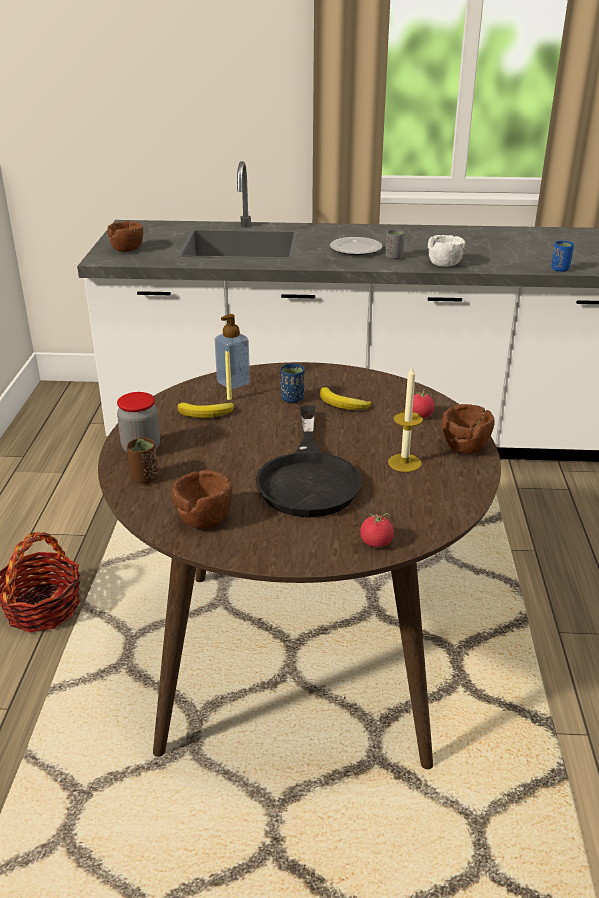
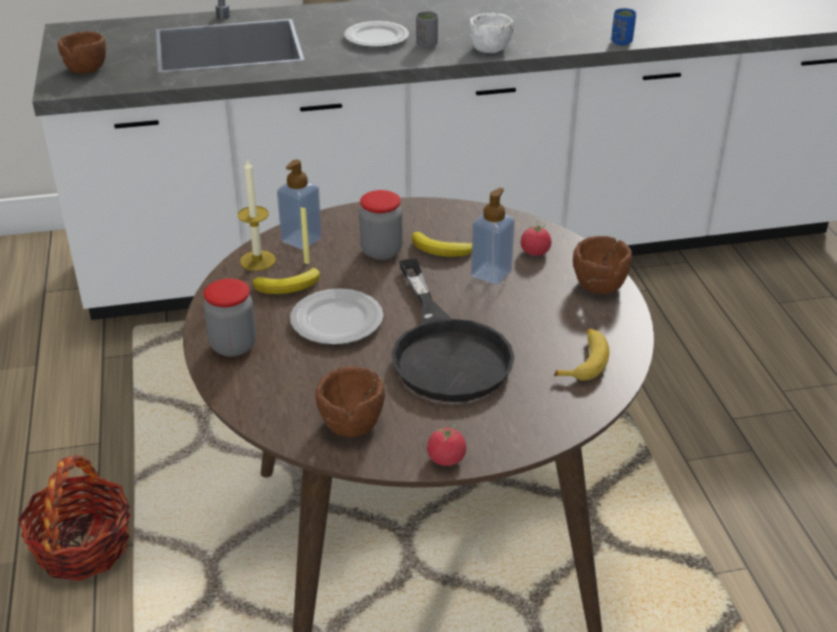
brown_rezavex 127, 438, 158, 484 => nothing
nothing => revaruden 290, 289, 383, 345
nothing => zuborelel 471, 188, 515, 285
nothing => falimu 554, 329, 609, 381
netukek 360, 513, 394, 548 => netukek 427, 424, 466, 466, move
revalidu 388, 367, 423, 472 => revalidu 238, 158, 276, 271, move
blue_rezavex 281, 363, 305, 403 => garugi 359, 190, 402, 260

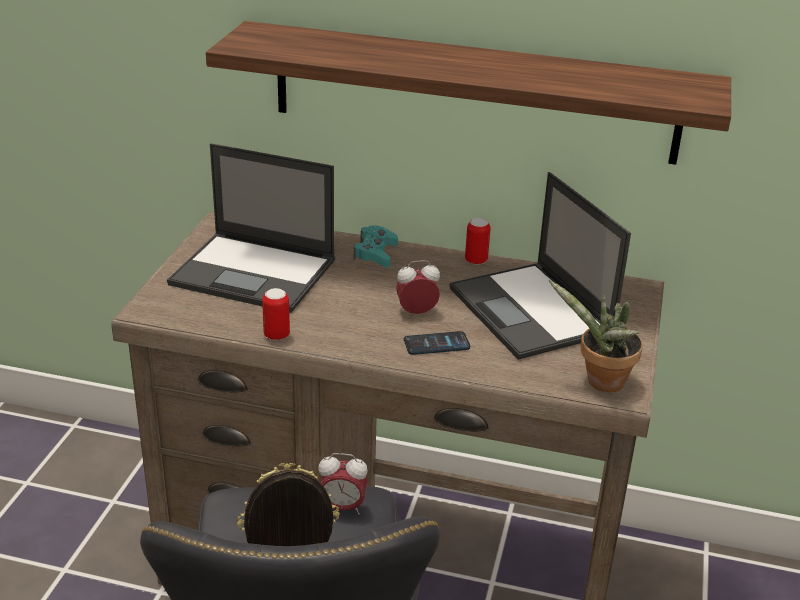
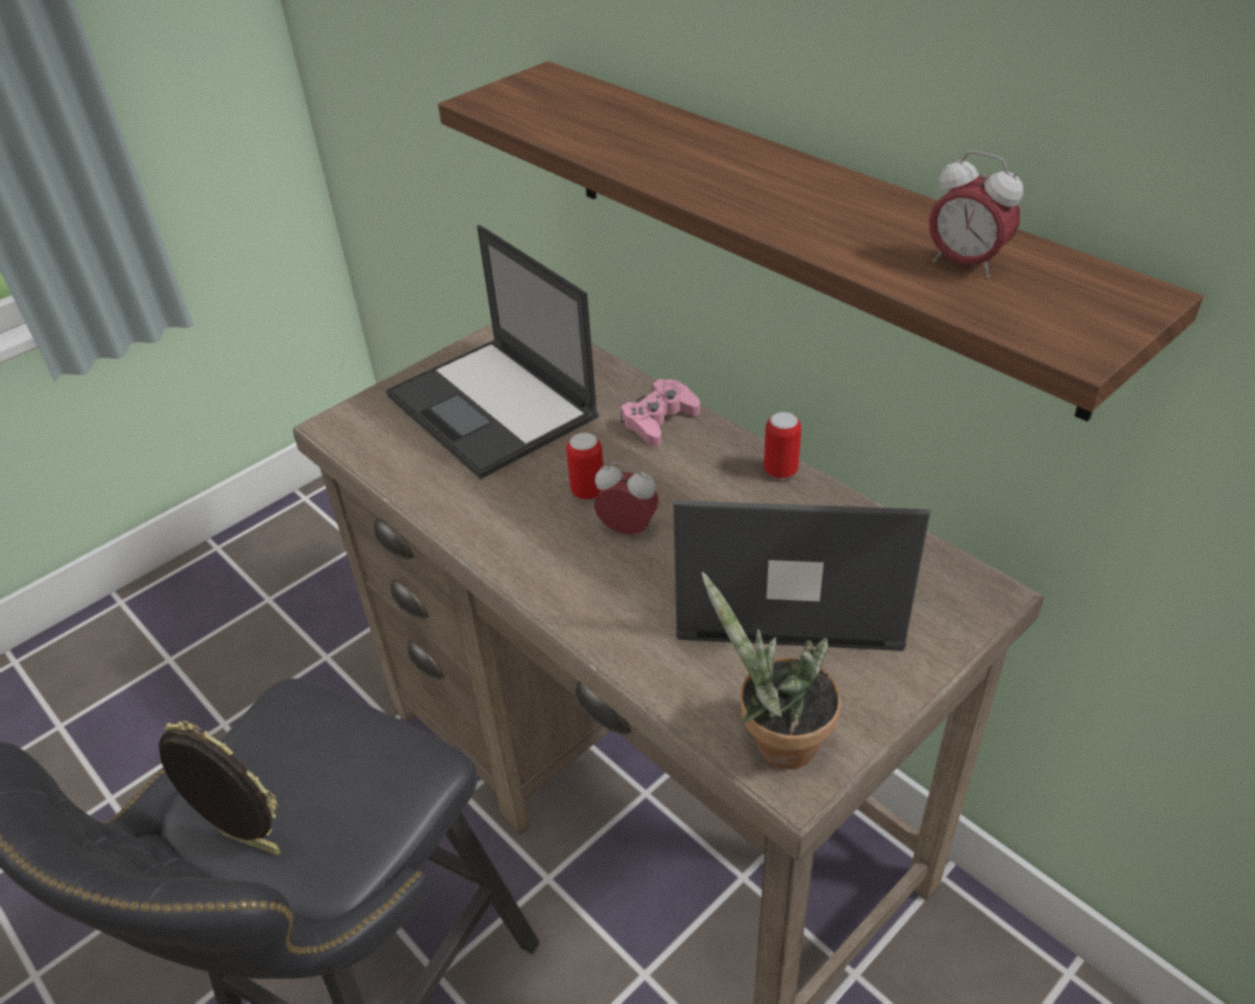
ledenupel 404, 331, 470, 355 => nothing
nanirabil 262, 288, 290, 341 => nanirabil 566, 433, 603, 500, move
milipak 318, 453, 368, 515 => milipak 929, 151, 1023, 278, move
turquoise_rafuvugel 354, 225, 398, 267 => pink_rafuvugel 621, 379, 700, 447
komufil 450, 172, 631, 359 => komufil 673, 500, 930, 651, 90 degrees clockwise

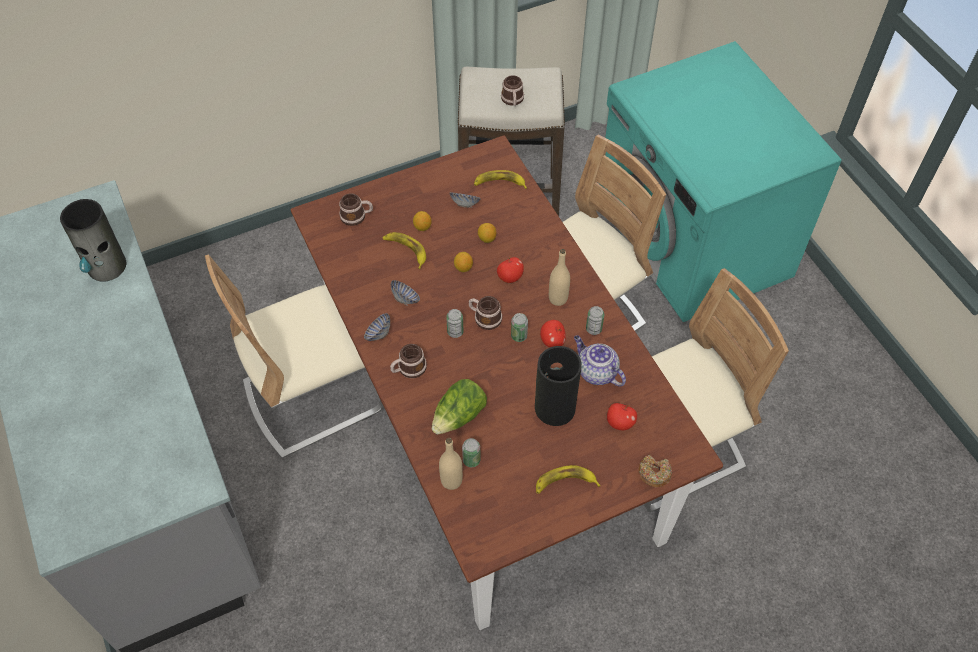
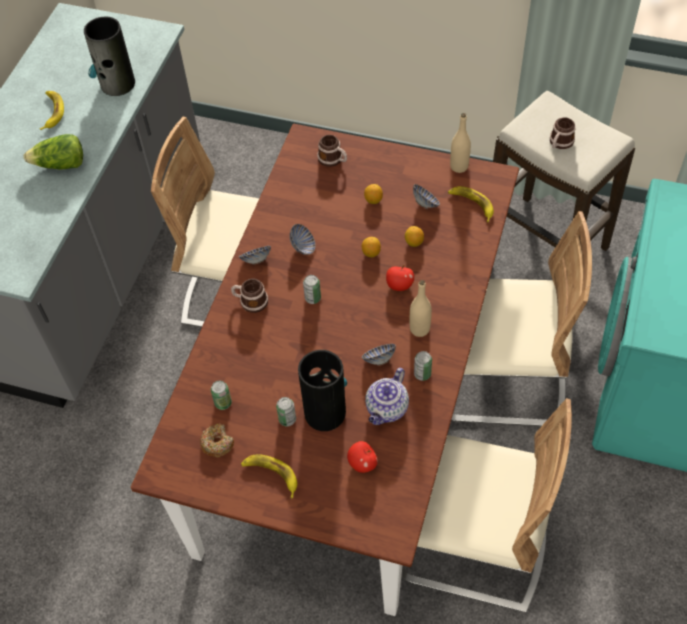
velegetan 469, 296, 502, 330 => nothing
falimu 383, 232, 426, 269 => falimu 40, 91, 64, 130, move
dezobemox 432, 379, 487, 434 => dezobemox 23, 134, 83, 170, move
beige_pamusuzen 439, 438, 463, 490 => beige_pamusuzen 450, 113, 471, 173, move
nanirabil 511, 313, 528, 342 => nanirabil 276, 397, 296, 426, move
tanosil 639, 455, 672, 488 => tanosil 200, 423, 234, 457, move
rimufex 540, 320, 566, 347 => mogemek 362, 344, 396, 365
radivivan 574, 335, 626, 387 => radivivan 365, 368, 409, 425, 150 degrees counterclockwise

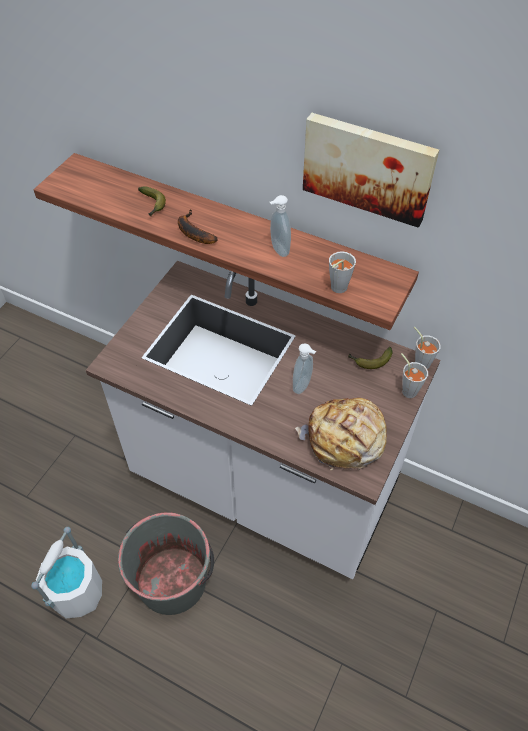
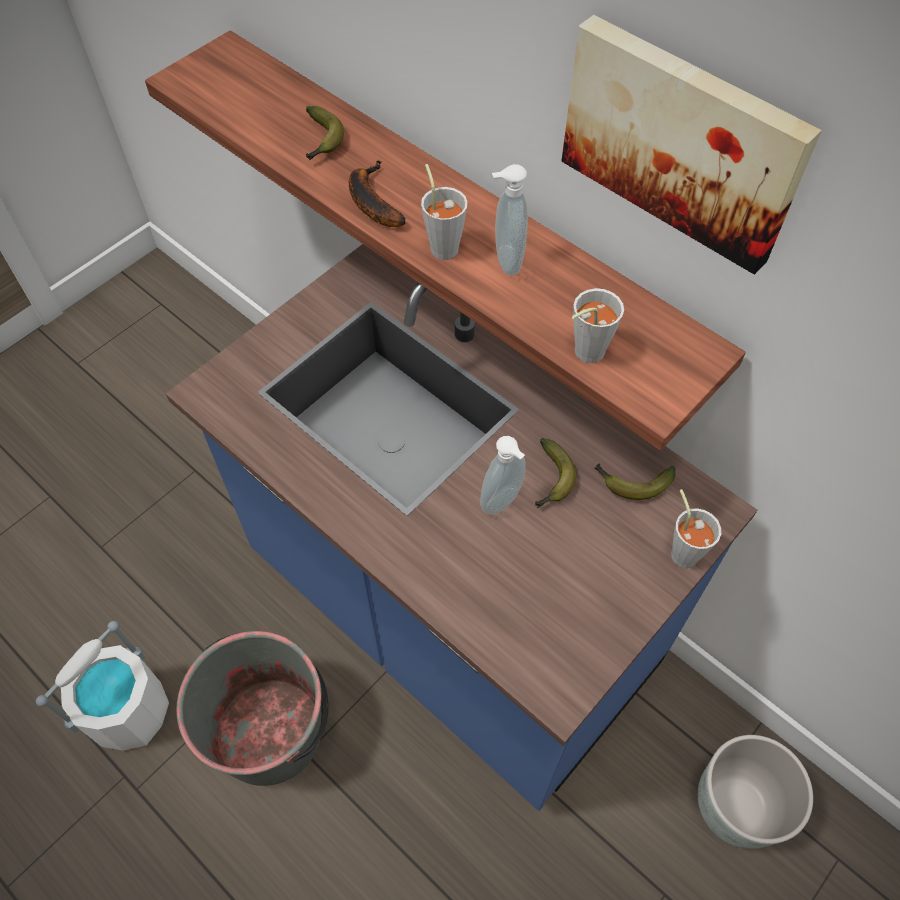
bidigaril 295, 398, 387, 471 => nothing
nothing => falimu 535, 438, 576, 508
nothing => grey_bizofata 698, 735, 813, 849
grey_rezavex 414, 327, 441, 370 => grey_rezavex 421, 164, 468, 260, move
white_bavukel 86, 261, 440, 579 => blue_bavukel 166, 244, 757, 811

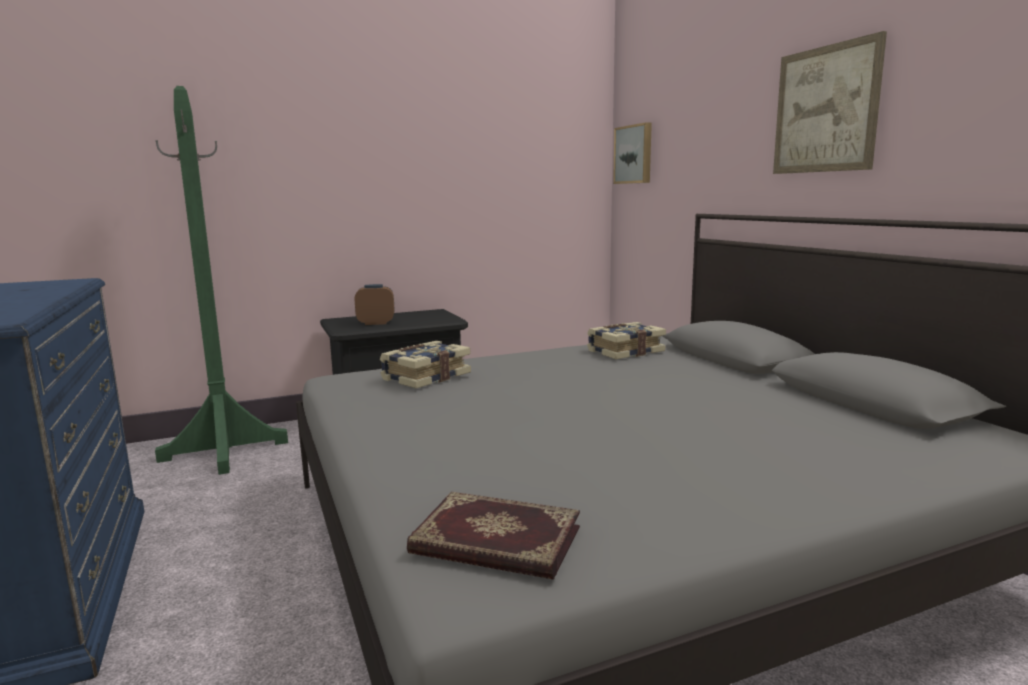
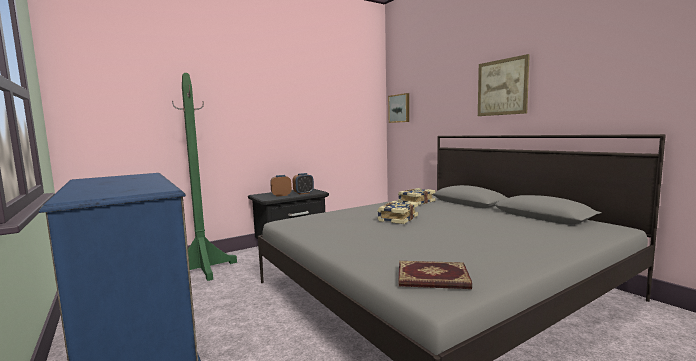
nothing => milipak 293, 173, 314, 195
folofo 380, 341, 471, 388 => folofo 377, 201, 418, 224, move

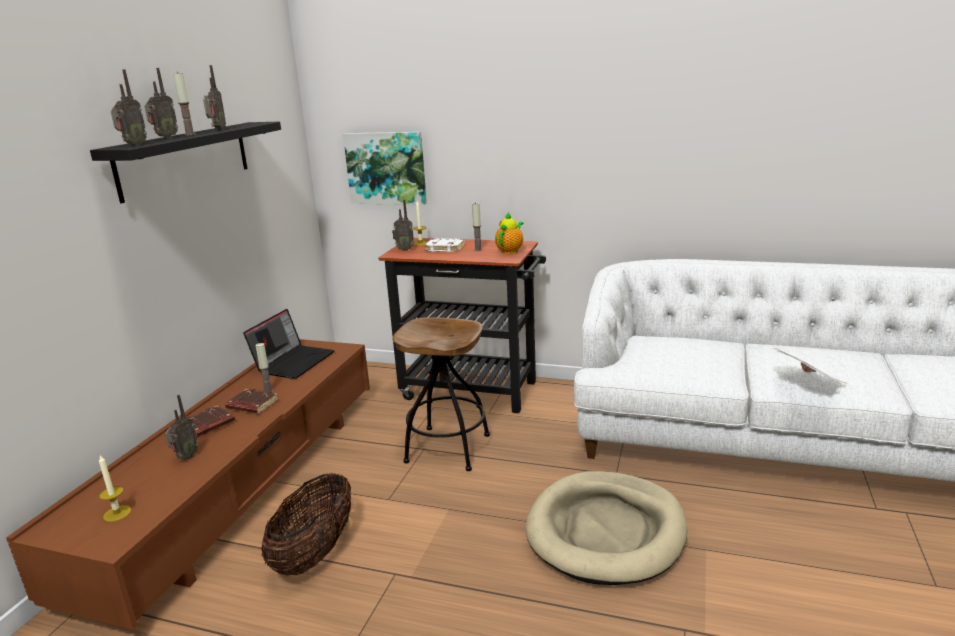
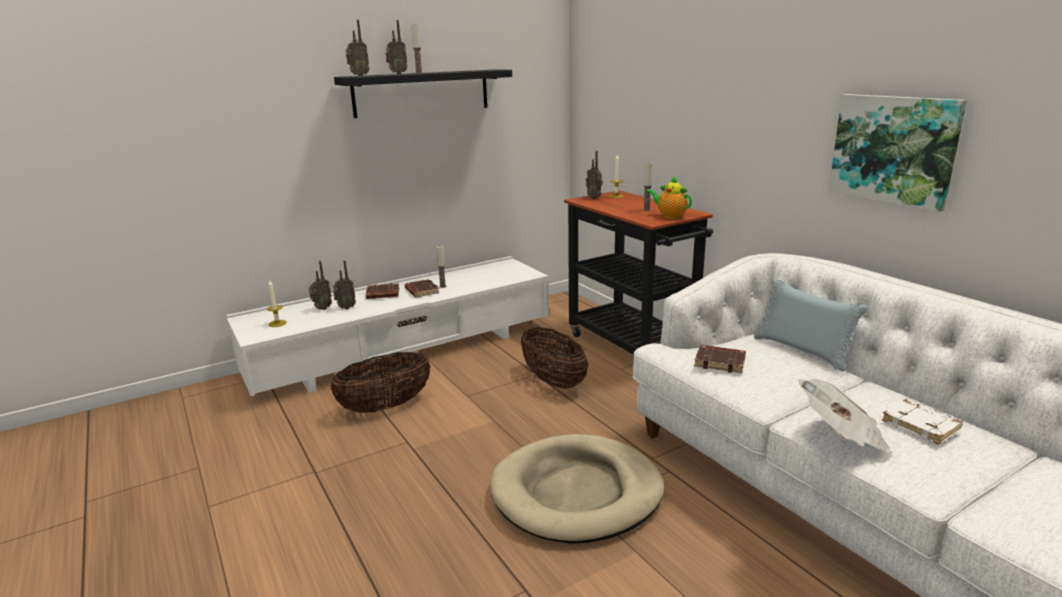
komufil 243, 309, 335, 379 => nothing
nothing => brown_folofo 694, 345, 746, 373
nothing => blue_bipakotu 754, 278, 867, 371
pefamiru 203, 65, 226, 130 => pefamiru 309, 261, 332, 310, move
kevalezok 343, 132, 427, 205 => kevalezok 829, 94, 967, 212, move
white_folofo 424, 238, 465, 252 => white_folofo 882, 399, 963, 445, move
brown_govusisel 392, 317, 490, 471 => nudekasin 521, 327, 588, 389
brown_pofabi 6, 339, 370, 630 => white_pofabi 226, 256, 549, 396
radivivan 495, 212, 523, 254 => radivivan 646, 176, 692, 219, 120 degrees counterclockwise

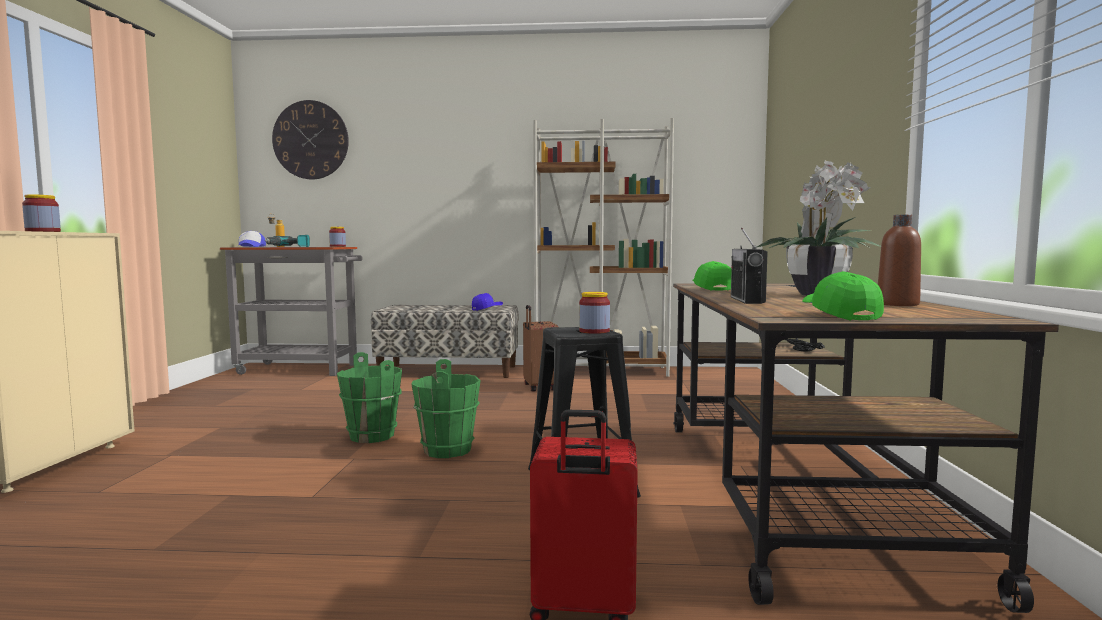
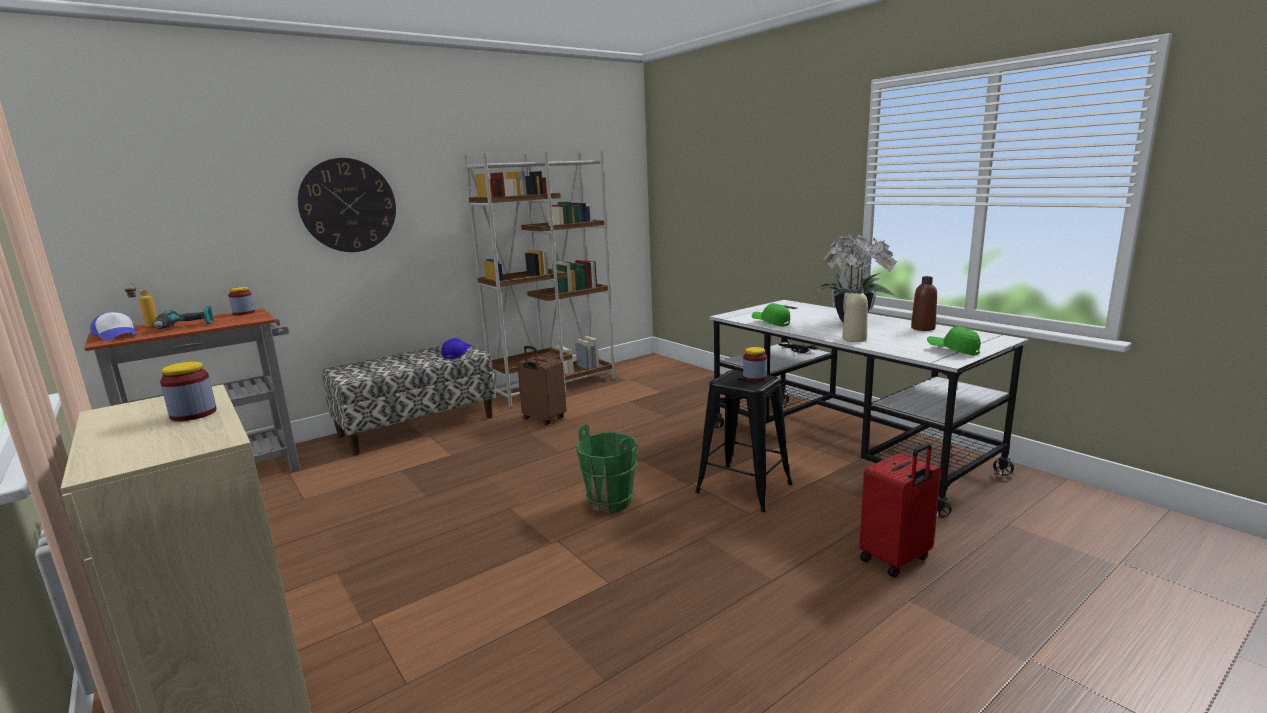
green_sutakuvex 337, 352, 402, 443 => nothing
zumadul 272, 100, 349, 179 => zumadul 298, 158, 396, 252, move
pefamiru 731, 228, 768, 304 => beige_pamusuzen 842, 285, 868, 342
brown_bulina 673, 283, 1059, 613 => white_bulina 709, 300, 1029, 518

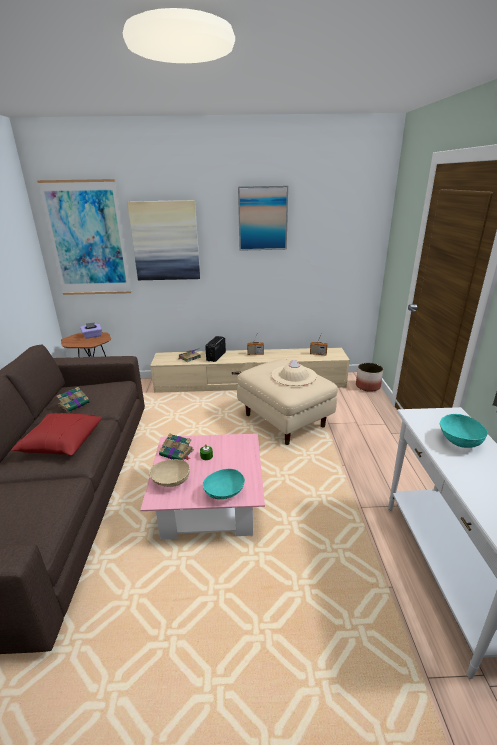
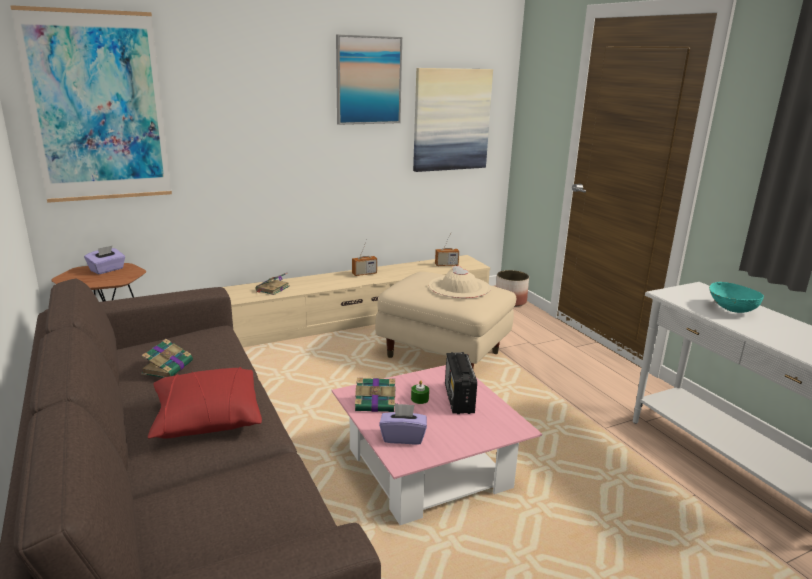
turquoise_mogemek 203, 469, 245, 499 => nothing
kevalezok 127, 200, 200, 280 => kevalezok 413, 68, 493, 172, move
pefamiru 205, 336, 226, 362 => pefamiru 445, 352, 477, 414, move
beige_mogemek 149, 459, 190, 487 => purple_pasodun 379, 403, 427, 445

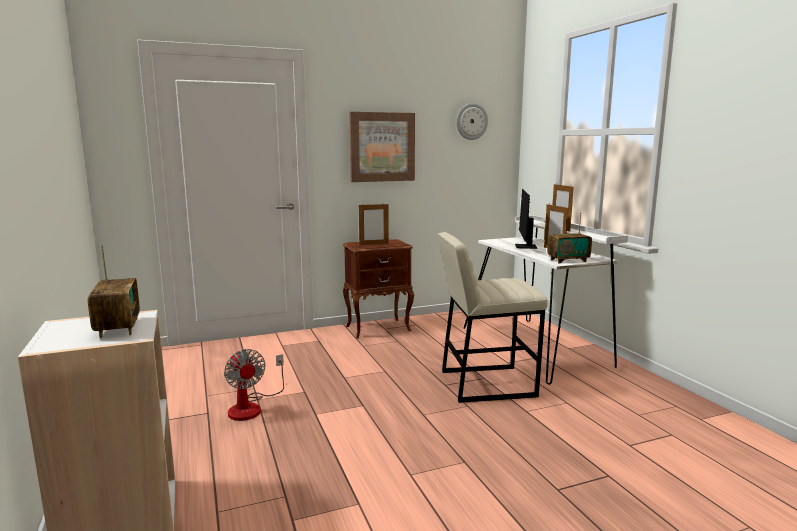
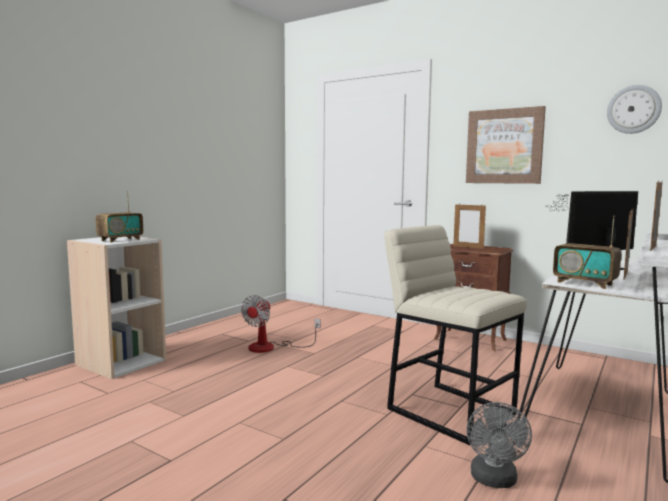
nothing => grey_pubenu 466, 402, 532, 488

